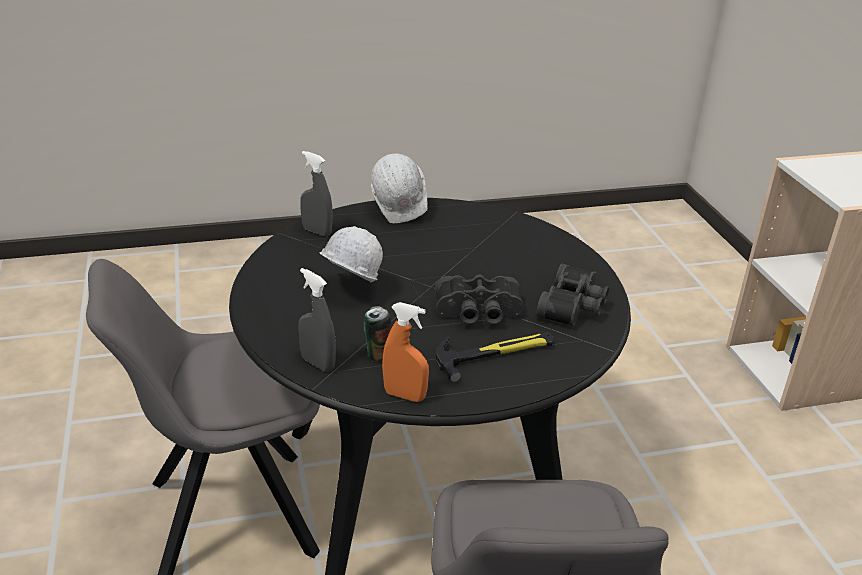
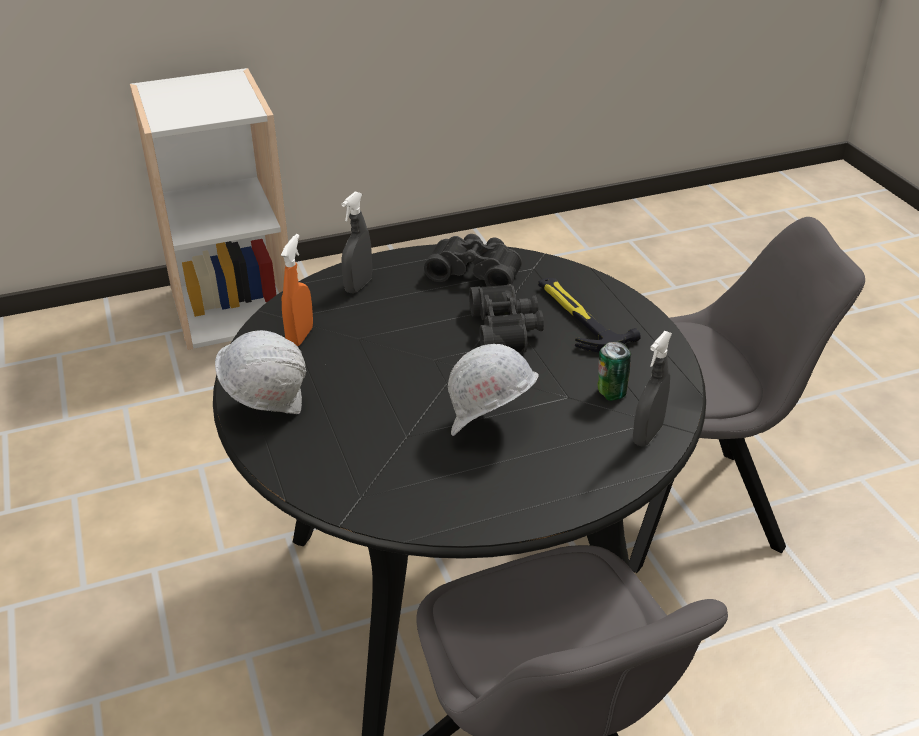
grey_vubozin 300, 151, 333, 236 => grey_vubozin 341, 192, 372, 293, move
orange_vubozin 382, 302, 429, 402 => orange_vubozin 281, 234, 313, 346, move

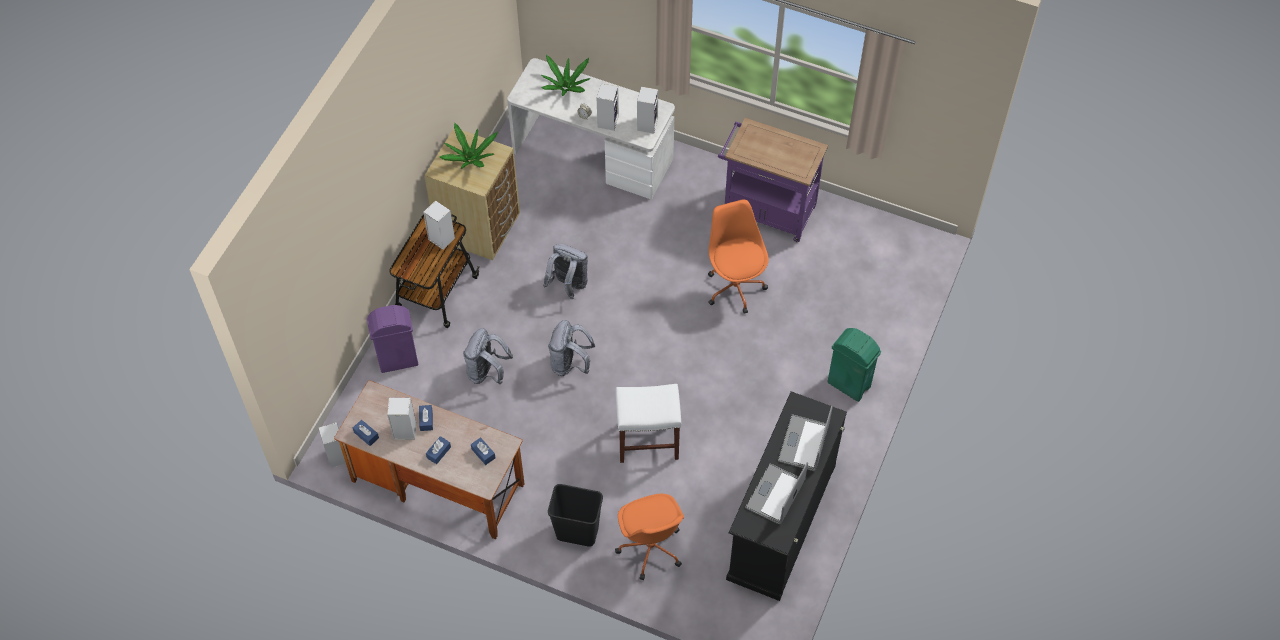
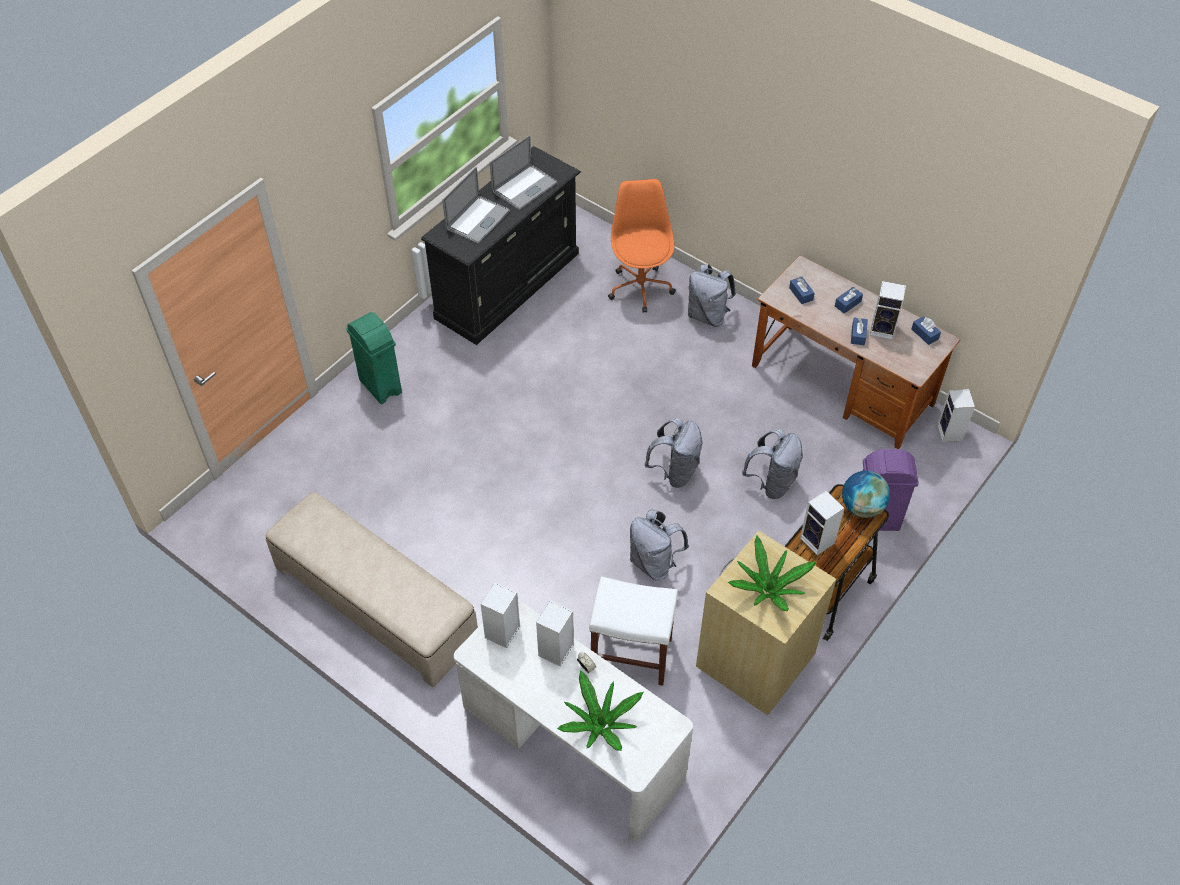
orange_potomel 708, 199, 769, 314 => nothing
nothing => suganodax 842, 471, 890, 518
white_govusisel 616, 384, 681, 463 => white_govusisel 589, 576, 678, 686, move
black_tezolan 548, 484, 603, 547 => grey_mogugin 688, 264, 736, 327
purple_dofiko 718, 118, 828, 243 => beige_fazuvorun 266, 492, 478, 687

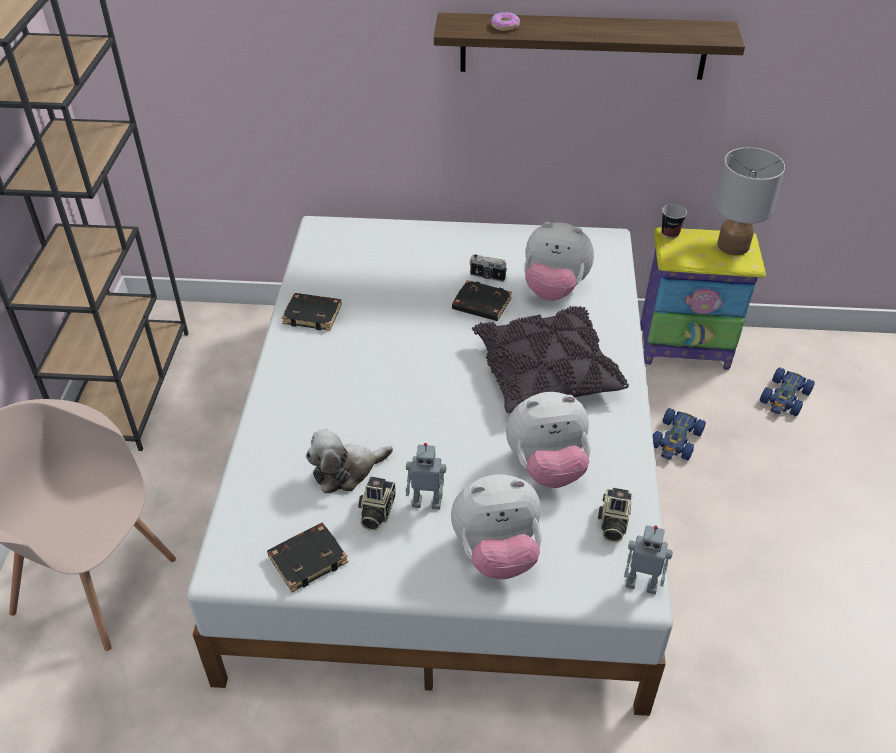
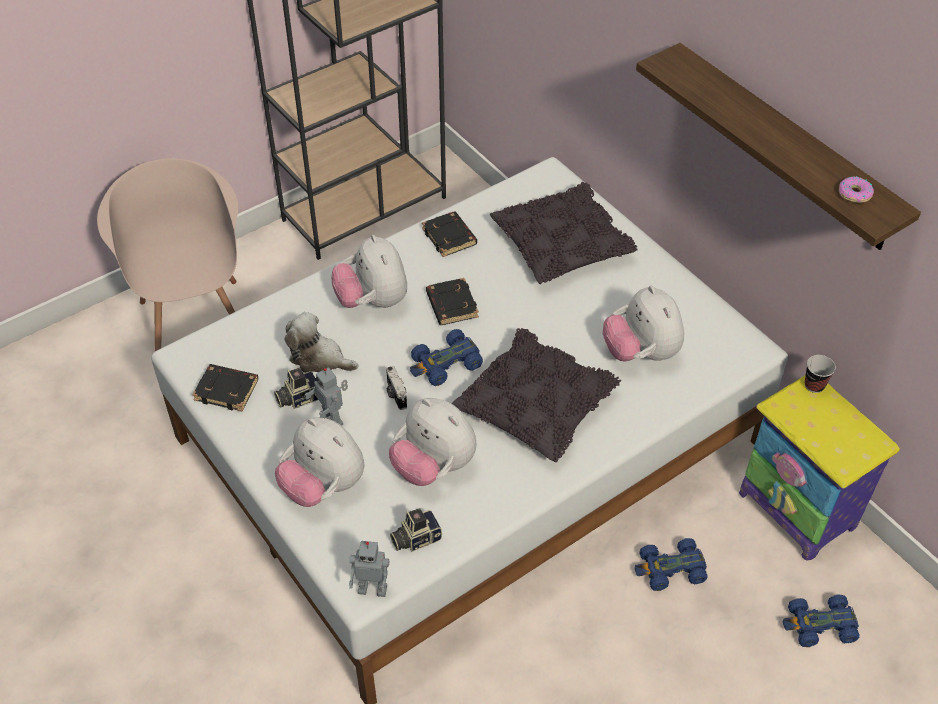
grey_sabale 715, 147, 785, 255 => nothing
nothing => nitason 332, 235, 407, 308
nothing => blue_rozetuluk 410, 329, 483, 386
nothing => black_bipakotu 490, 182, 638, 284
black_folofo 452, 280, 512, 321 => black_folofo 426, 278, 479, 325, move
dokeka 469, 254, 507, 282 => dokeka 386, 366, 407, 410, move
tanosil 491, 12, 520, 31 => tanosil 839, 176, 874, 203, move
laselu 624, 525, 673, 594 => laselu 349, 541, 389, 597, 60 degrees counterclockwise

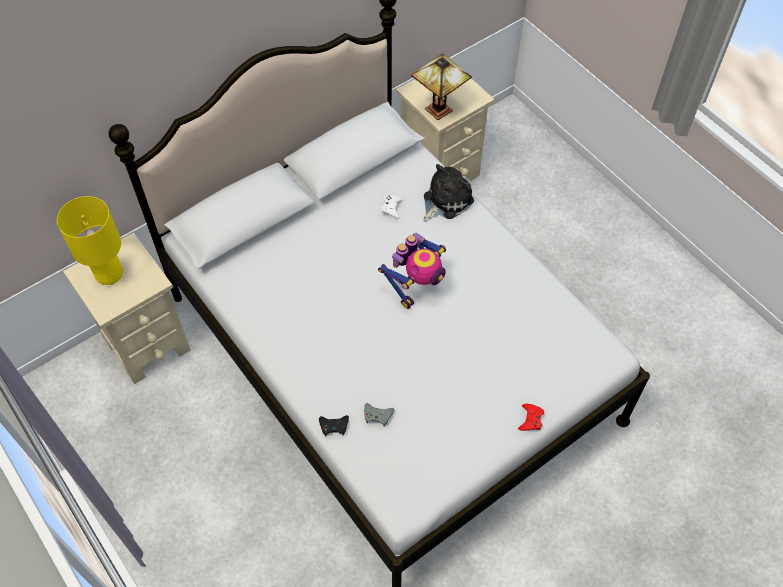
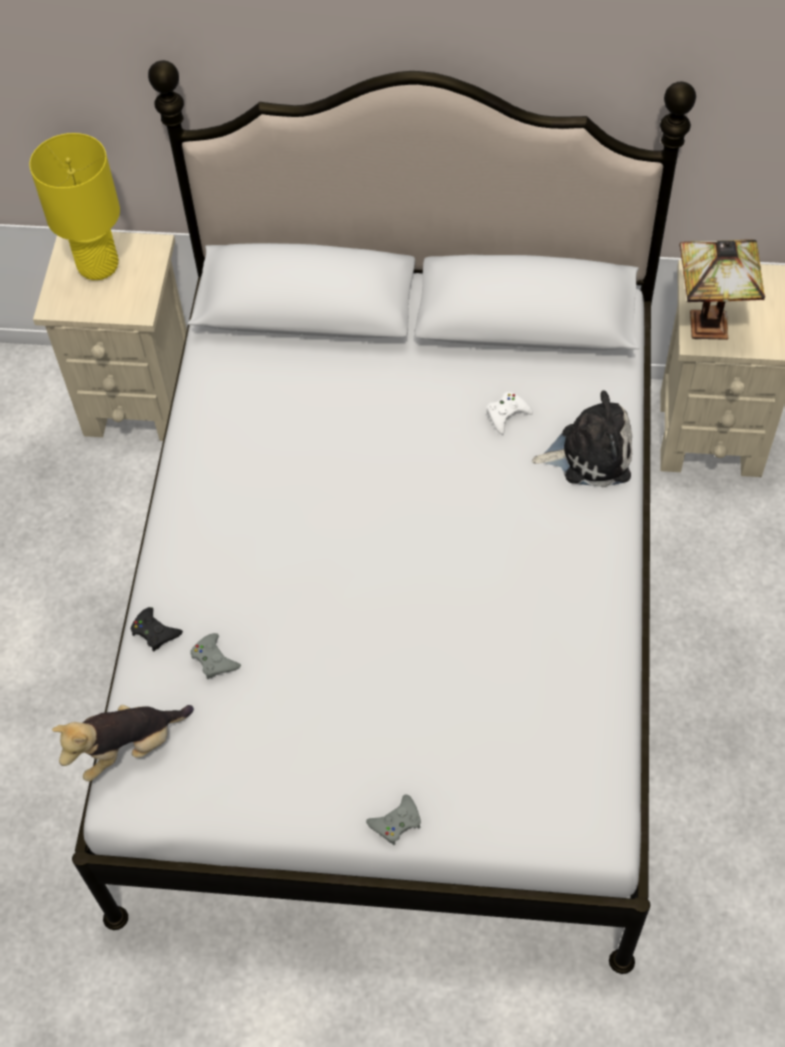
laselu 378, 233, 446, 309 => nothing
nothing => nitason 52, 705, 194, 781
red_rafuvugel 518, 404, 544, 431 => grey_rafuvugel 366, 794, 421, 845

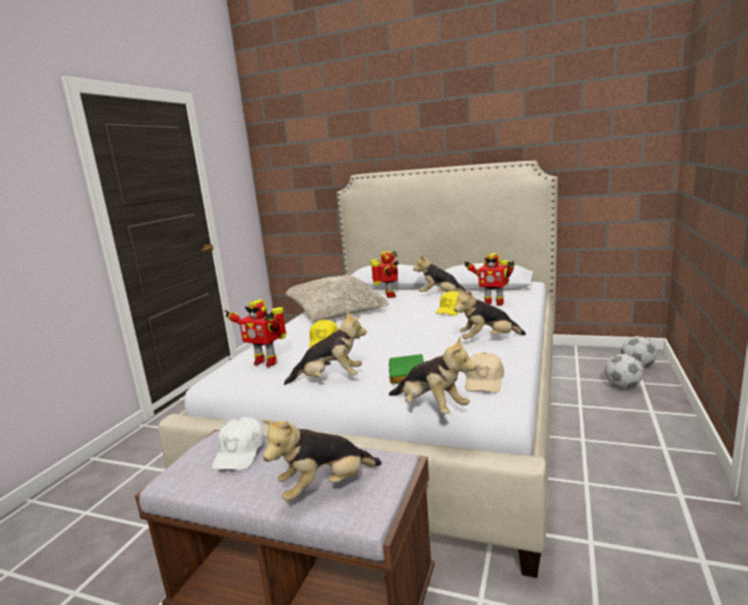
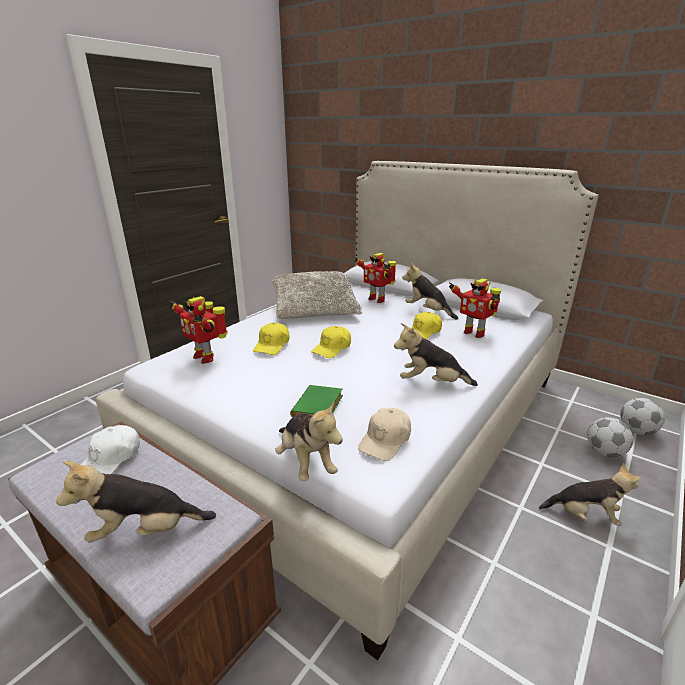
nothing => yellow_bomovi 312, 326, 351, 358
nitason 284, 311, 367, 385 => nitason 539, 463, 641, 526, move
laselu 371, 251, 399, 298 => laselu 354, 253, 396, 303, 120 degrees clockwise

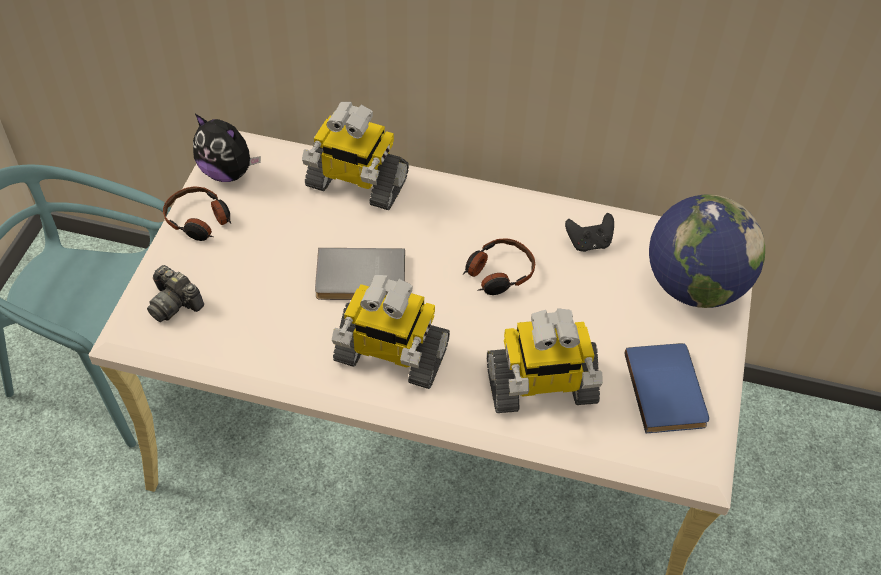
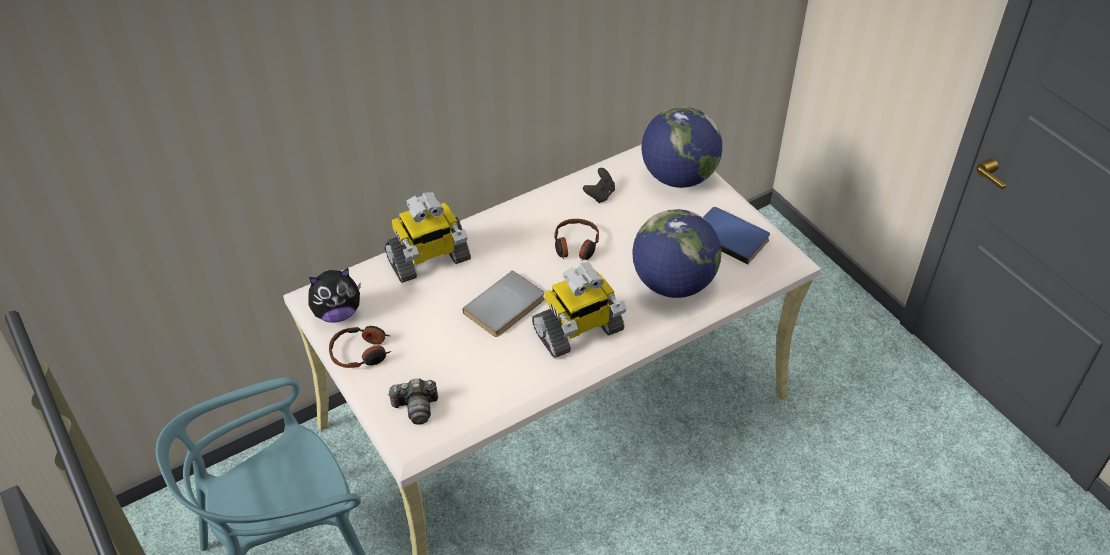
laselu 487, 308, 603, 413 => suganodax 632, 209, 721, 298

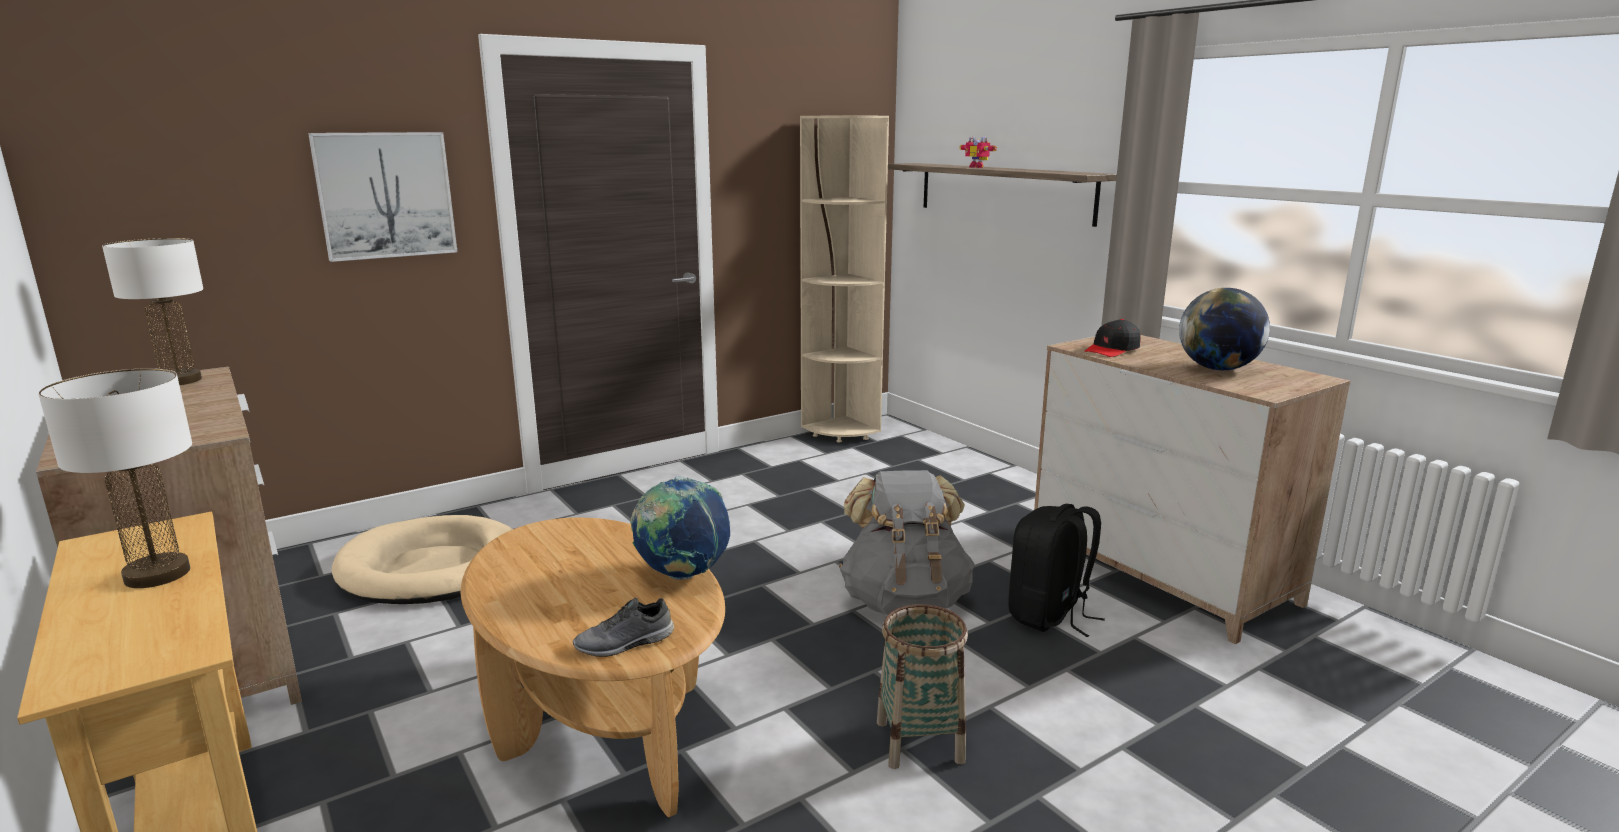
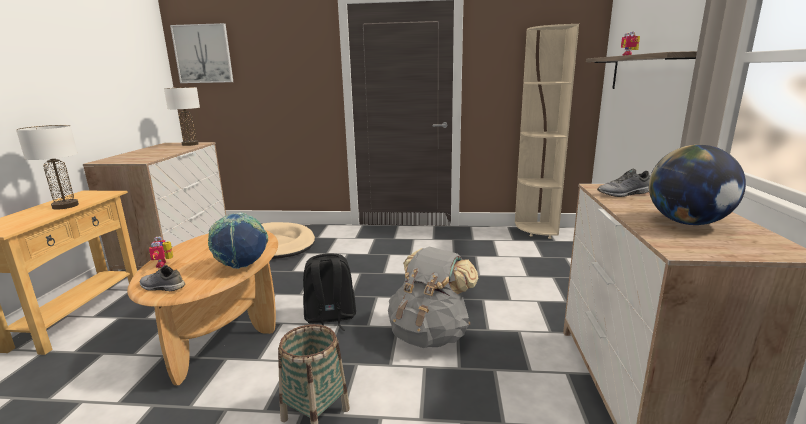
nothing => laselu 149, 236, 173, 268
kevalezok 308, 132, 457, 262 => kevalezok 170, 23, 233, 83, move
black_mogugin 1008, 504, 1105, 637 => black_mogugin 303, 253, 356, 331, move
black_bomovi 1085, 319, 1141, 357 => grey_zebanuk 597, 169, 650, 197

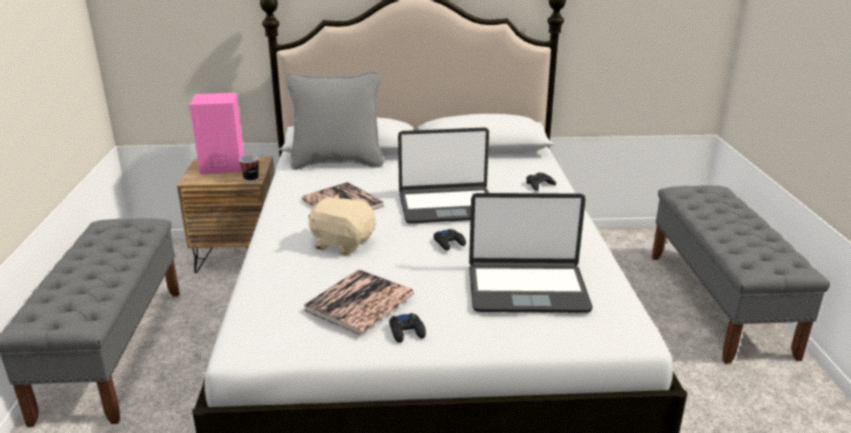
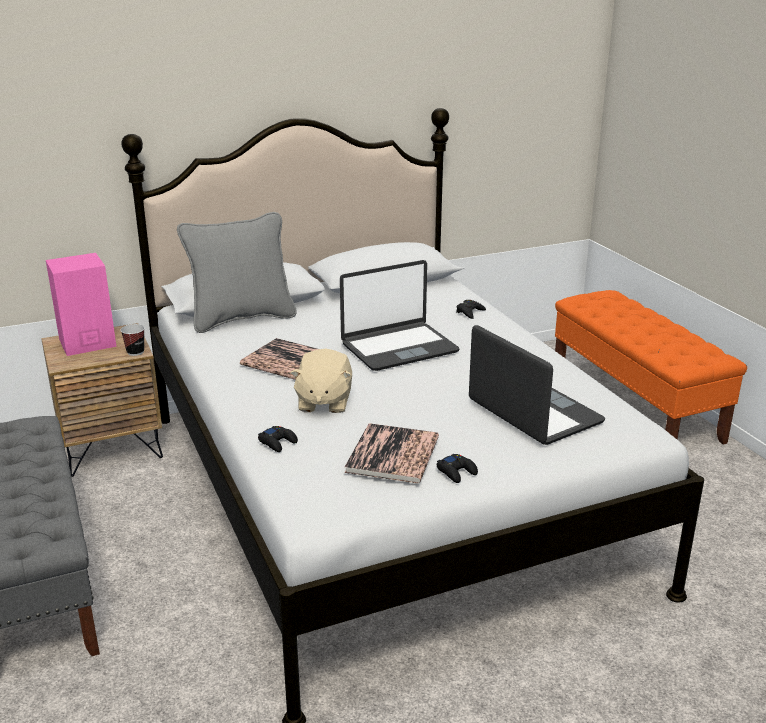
black_rafuvugel 433, 229, 466, 251 => black_rafuvugel 258, 426, 298, 452, move
grey_fazuvorun 652, 185, 830, 364 => orange_fazuvorun 555, 290, 747, 445
beige_nitason 308, 195, 376, 256 => beige_nitason 290, 348, 352, 413, 90 degrees counterclockwise
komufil 469, 193, 593, 313 => komufil 469, 325, 605, 445, 105 degrees counterclockwise

